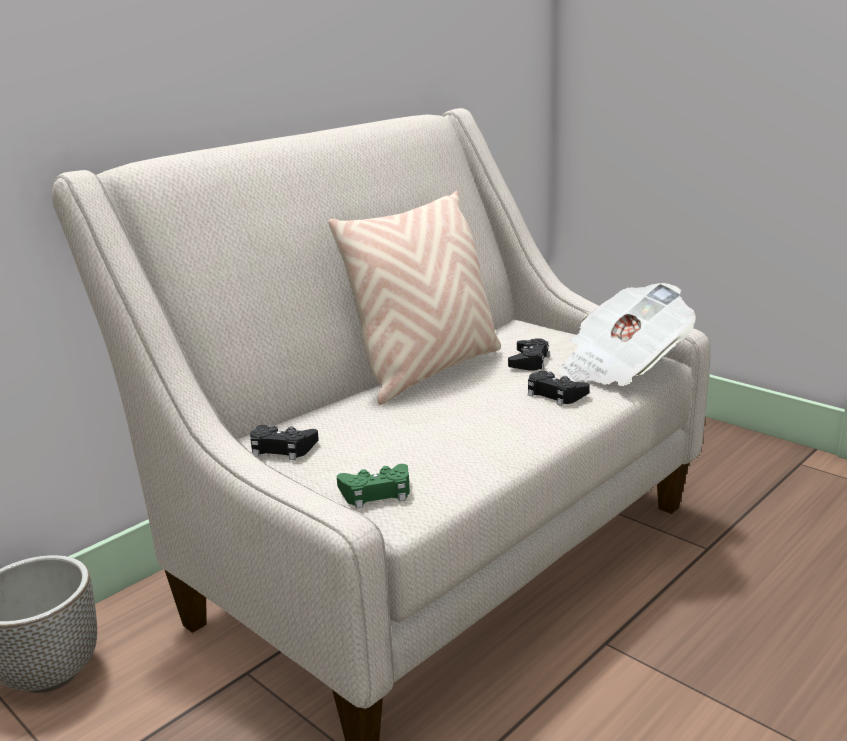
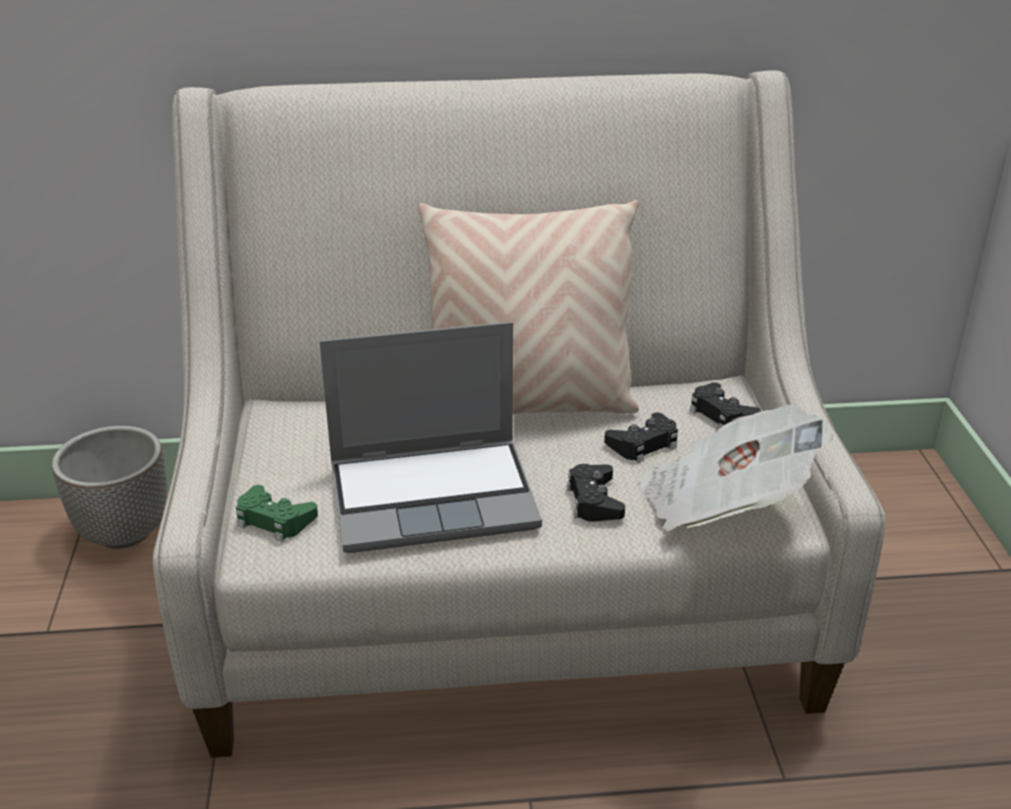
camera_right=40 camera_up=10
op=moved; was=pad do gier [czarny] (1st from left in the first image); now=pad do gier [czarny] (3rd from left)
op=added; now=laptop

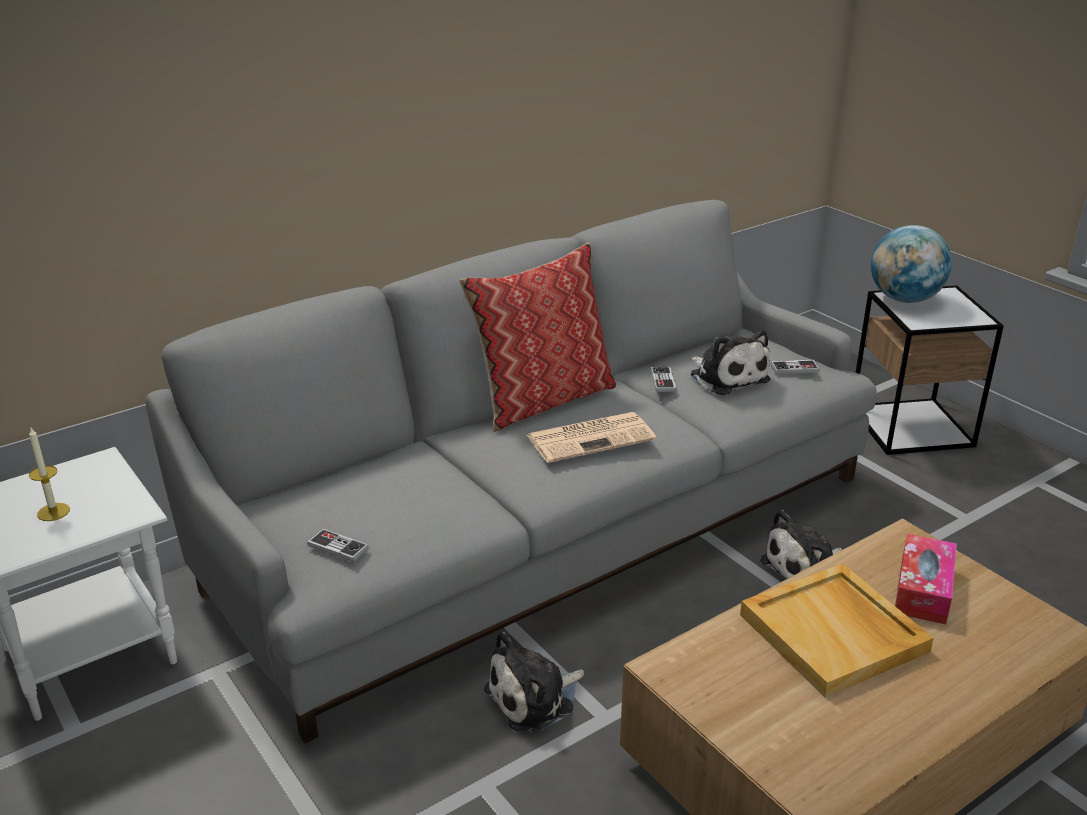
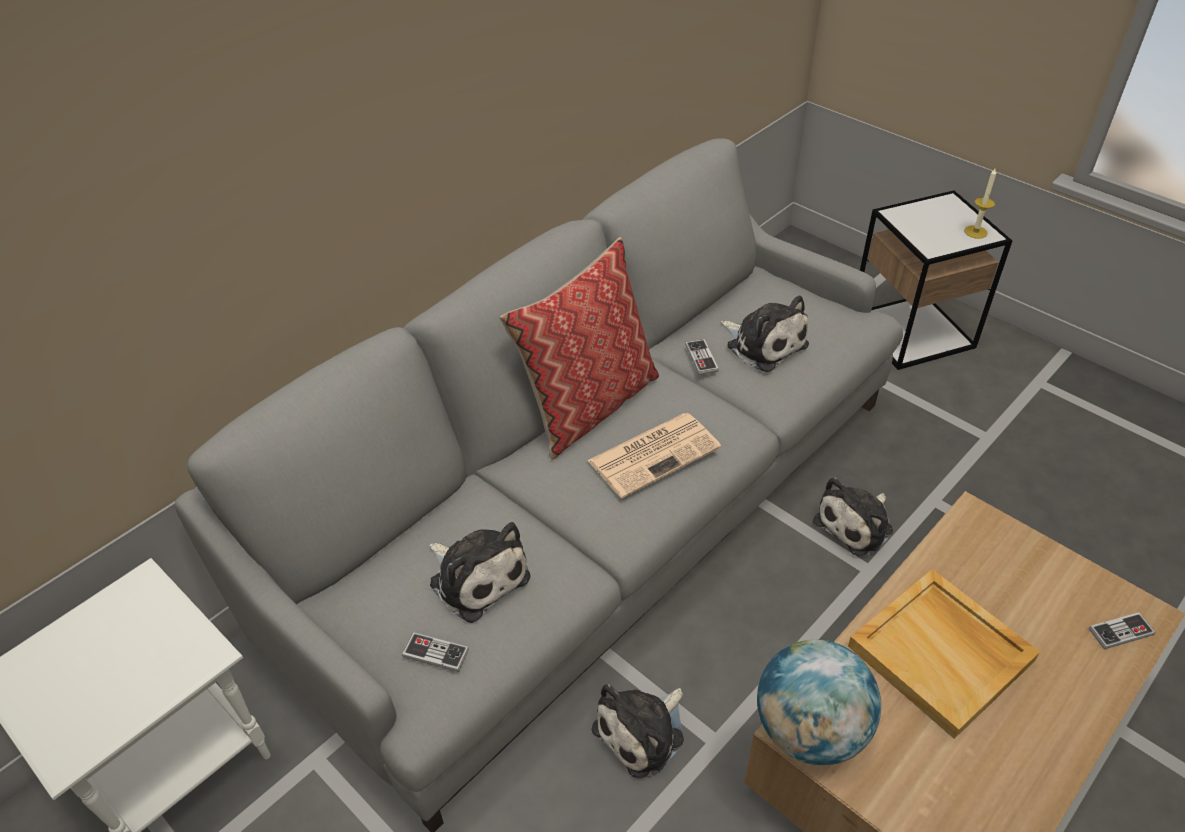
camera_right=-10 camera_up=15
op=moved; was=globus
op=moved; was=pad do gier (3rd from left)
op=moved; was=świeca
op=removed; was=pudełko chusteczek
op=added; now=pluszak (1st from left)

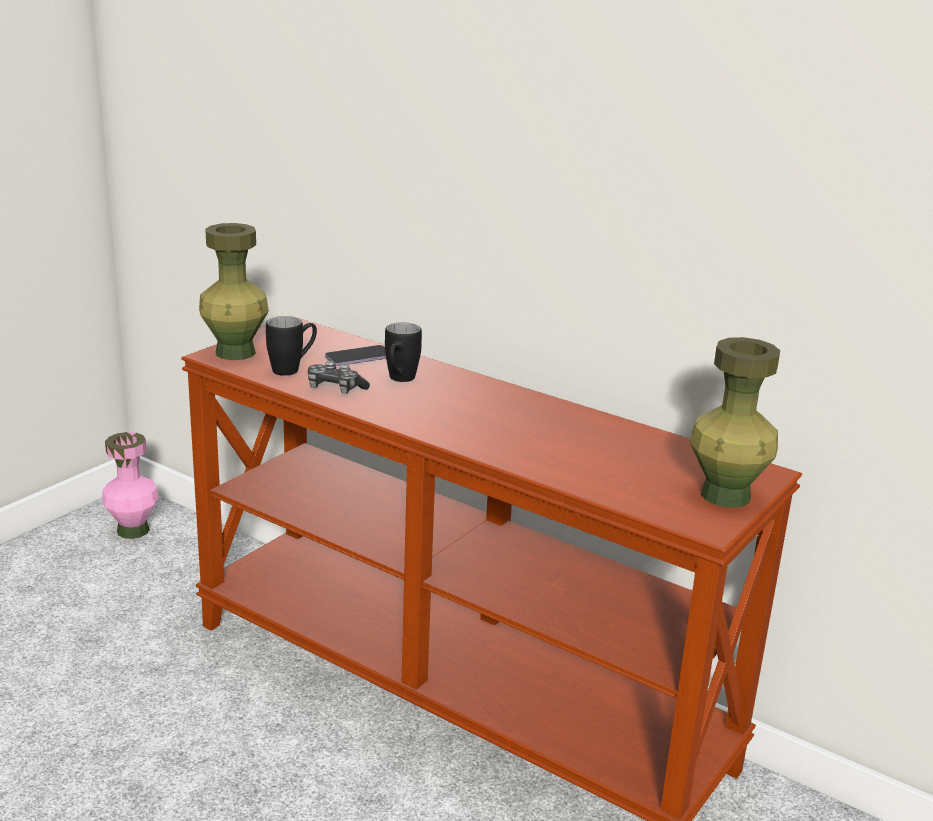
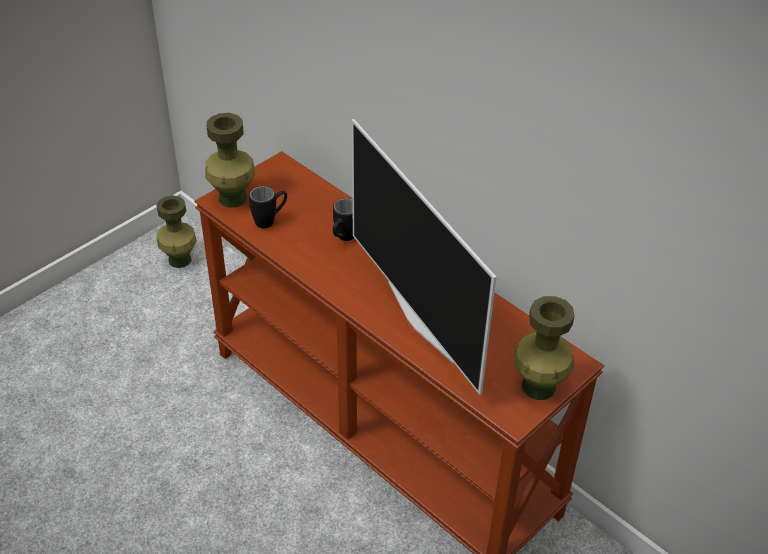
camera_right=10 camera_up=20
op=removed; was=telefon
op=removed; was=pad do gier
op=recoloured; was=wazon [różowy]; now=wazon [zielony] (1st from left)
op=added; now=telewizor

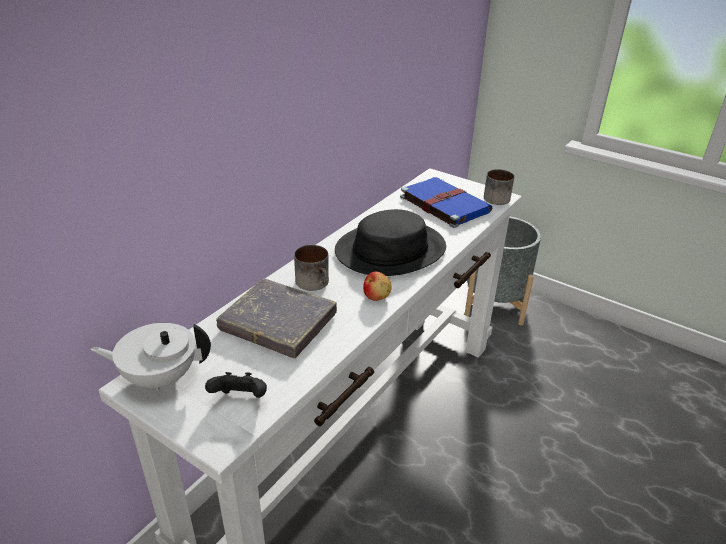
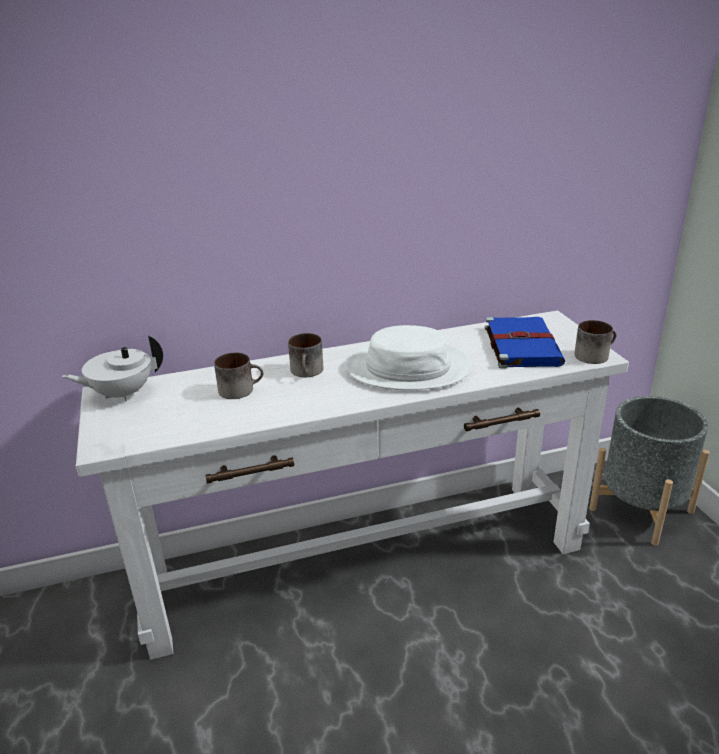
camera_right=40 camera_up=-5
op=recoloured; was=kapelusz [czarny]; now=kapelusz [biały]
op=removed; was=jabłko
op=replaced; was=książka [szary]; now=kubek (1st from left)
op=turned; was=imbryk [biały]; clockwise=-60
op=removed; was=pad do gier [czarny]

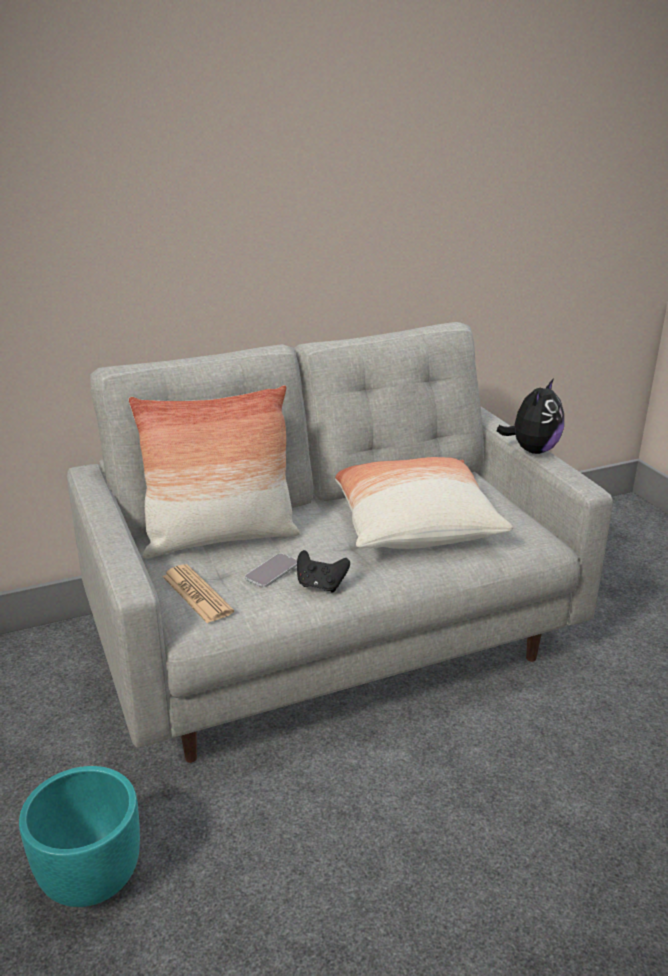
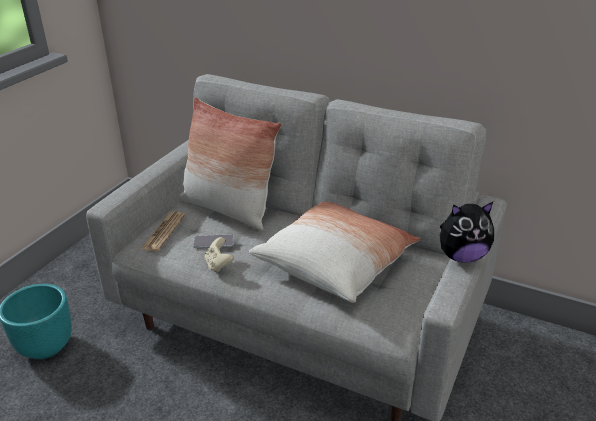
camera_right=50 camera_up=5
op=recoloured; was=pad do gier [czarny]; now=pad do gier [beżowy]

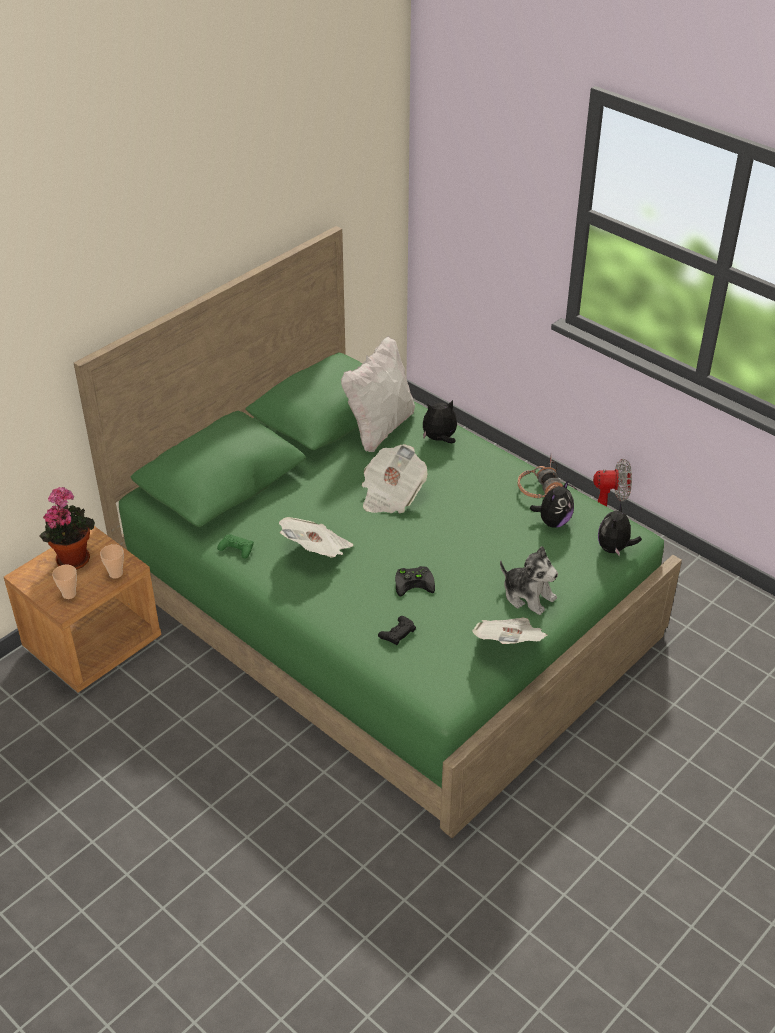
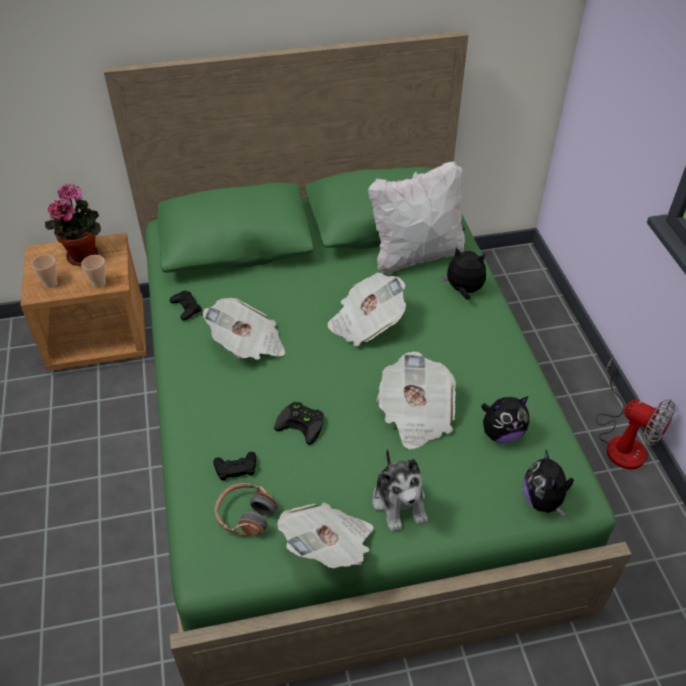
camera_right=35 camera_up=5
op=moved; was=słuchawki
op=turned; was=pluszak (4th from left); clockwise=-60
op=recoloured; was=pad do gier [zielony]; now=pad do gier [czarny] (1st from left)
op=added; now=gazeta (4th from left)

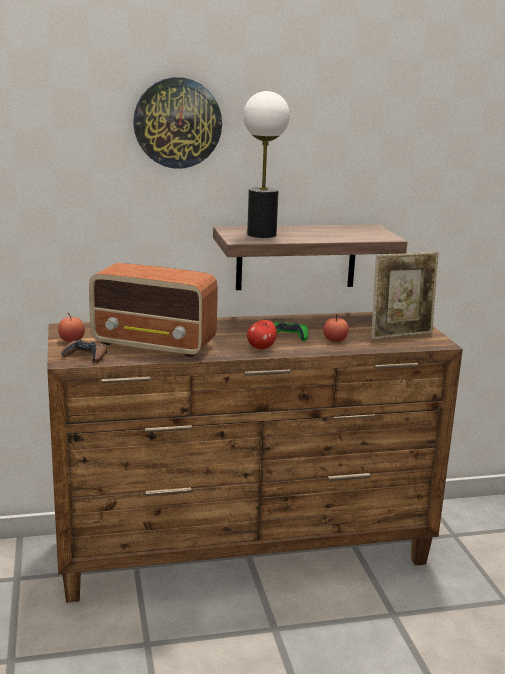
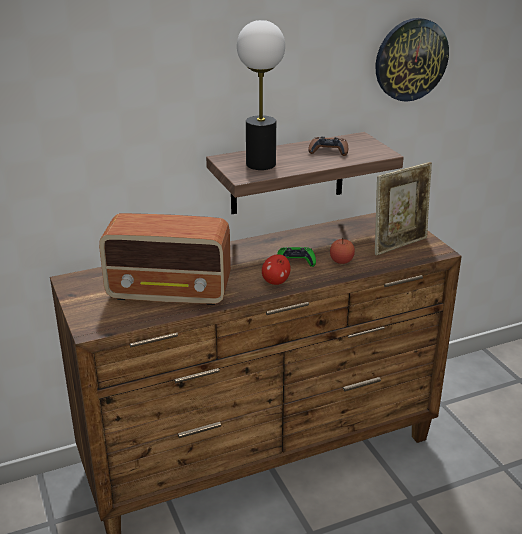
camera_right=-10 camera_up=10
op=moved; was=zegar ścienny
op=removed; was=jabłko (1st from left)
op=moved; was=pad do gier [brązowy]

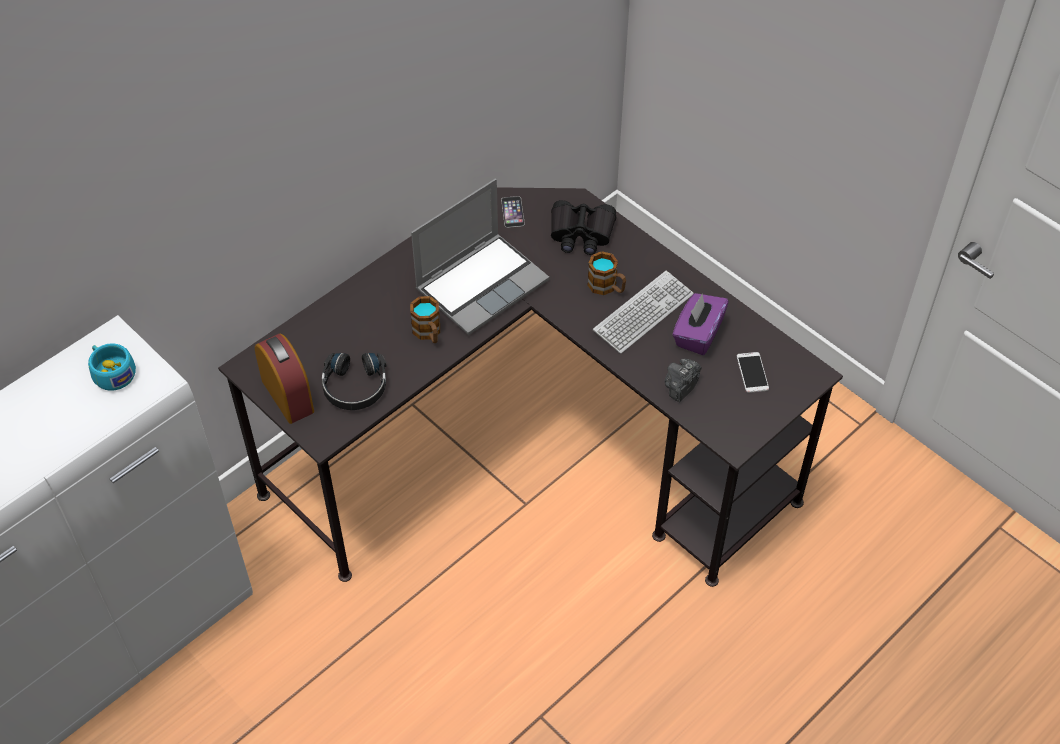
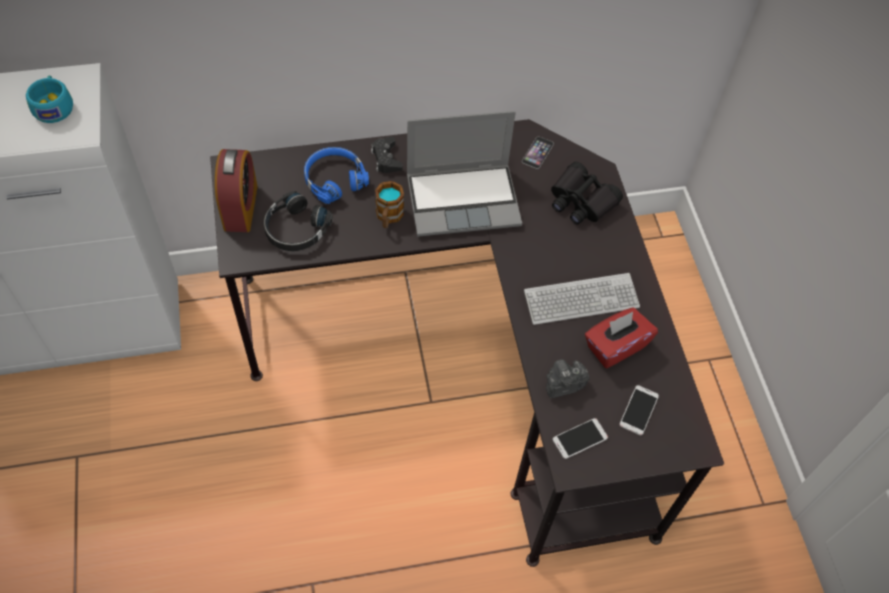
camera_right=30 camera_up=5
op=removed; was=kubek (2nd from left)
op=recoloured; was=pudełko chusteczek [fioletowy]; now=pudełko chusteczek [czerwony]
op=added; now=pad do gier [czarny]
op=added; now=słuchawki [niebieski]
op=added; now=telefon (2nd from left)

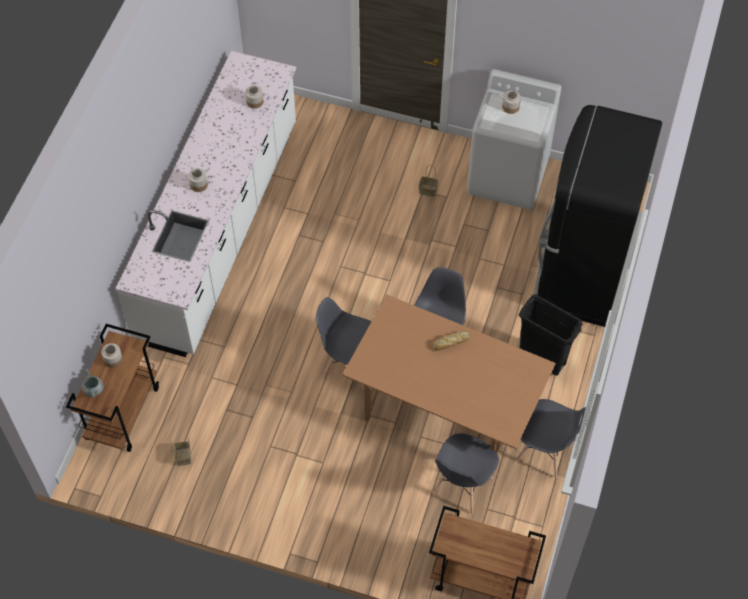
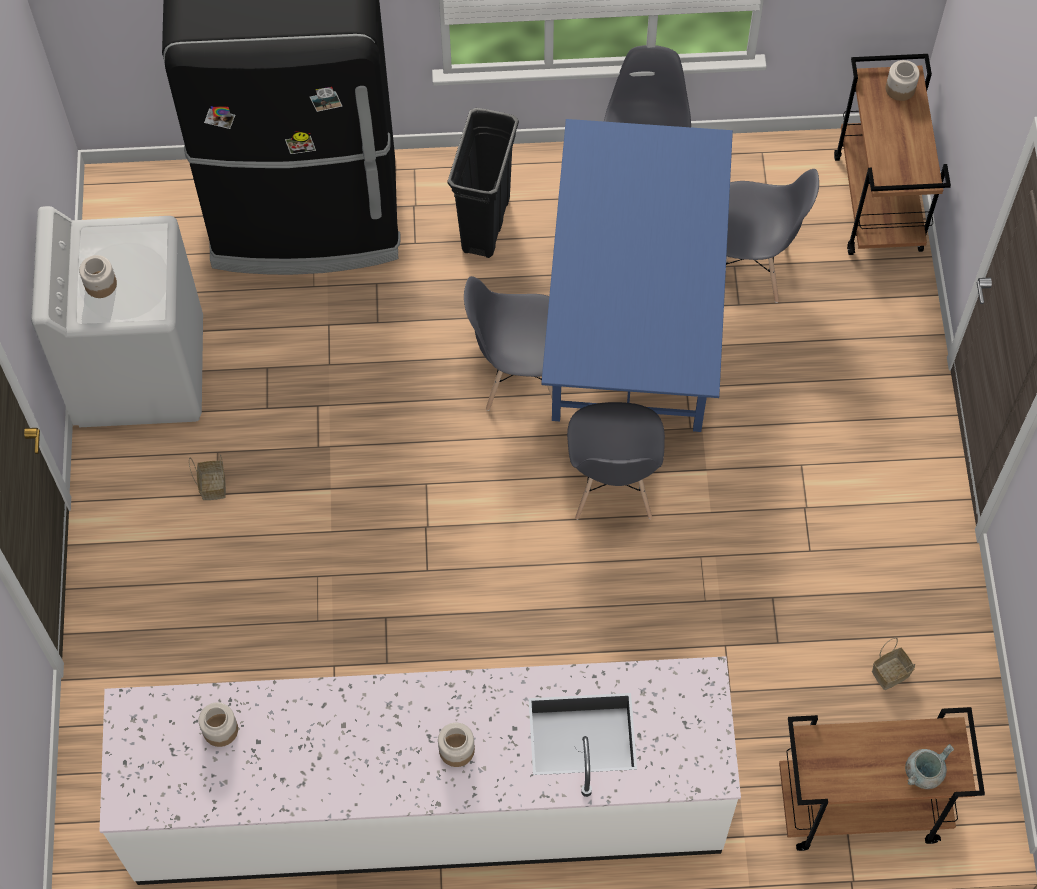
camera_right=-110 camera_up=5
op=recoloured; was=stół jadalny [brązowy]; now=stół jadalny [niebieski]
op=removed; was=chleb
op=moved; was=słoik (1st from left in the first image); now=słoik (4th from left)

